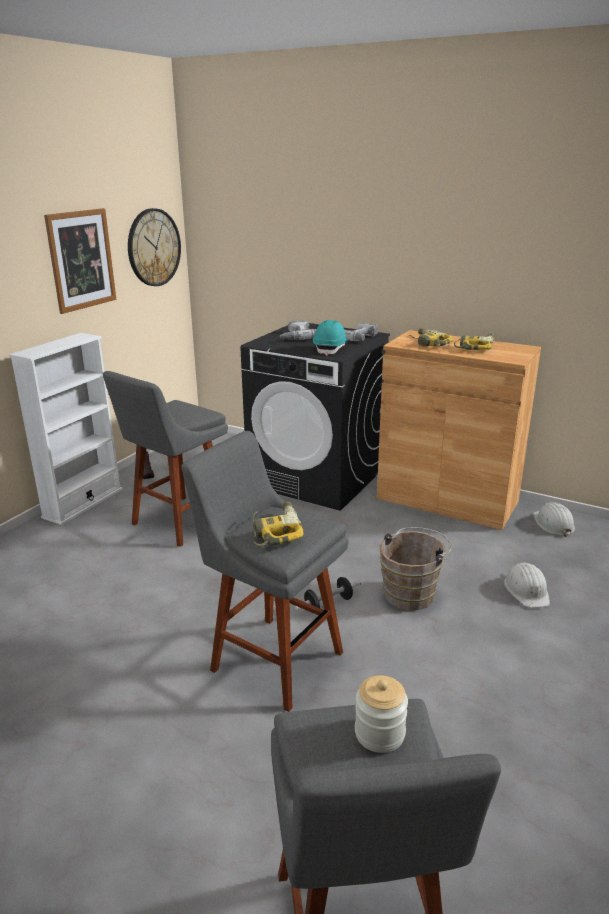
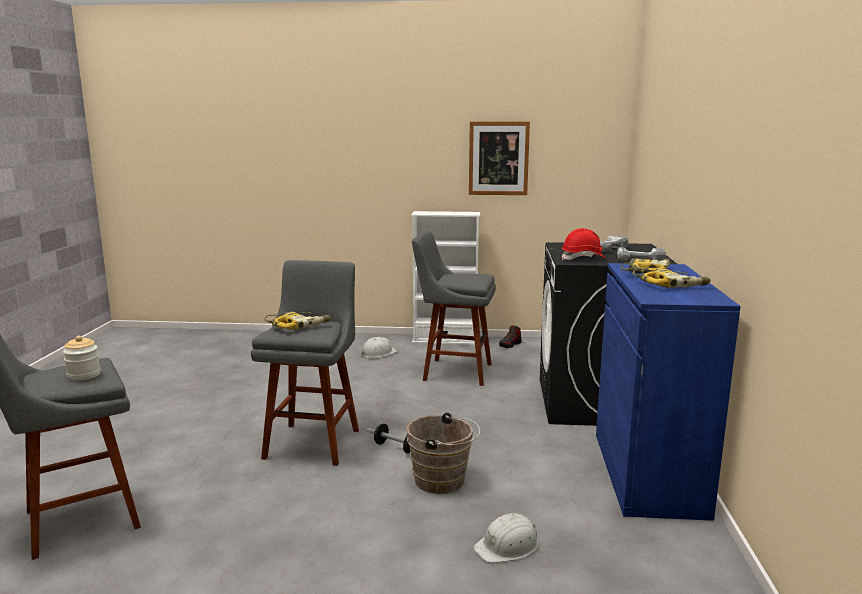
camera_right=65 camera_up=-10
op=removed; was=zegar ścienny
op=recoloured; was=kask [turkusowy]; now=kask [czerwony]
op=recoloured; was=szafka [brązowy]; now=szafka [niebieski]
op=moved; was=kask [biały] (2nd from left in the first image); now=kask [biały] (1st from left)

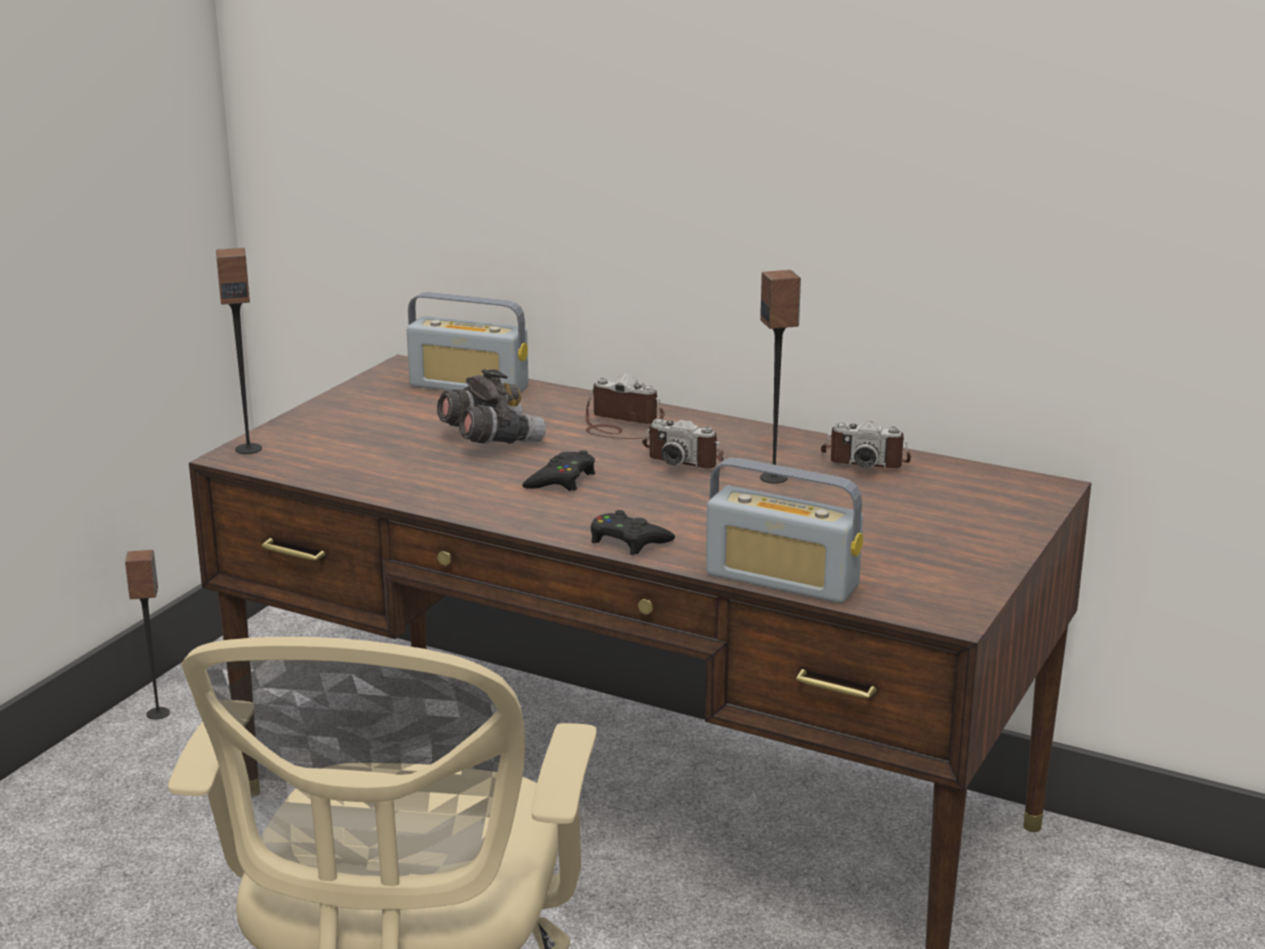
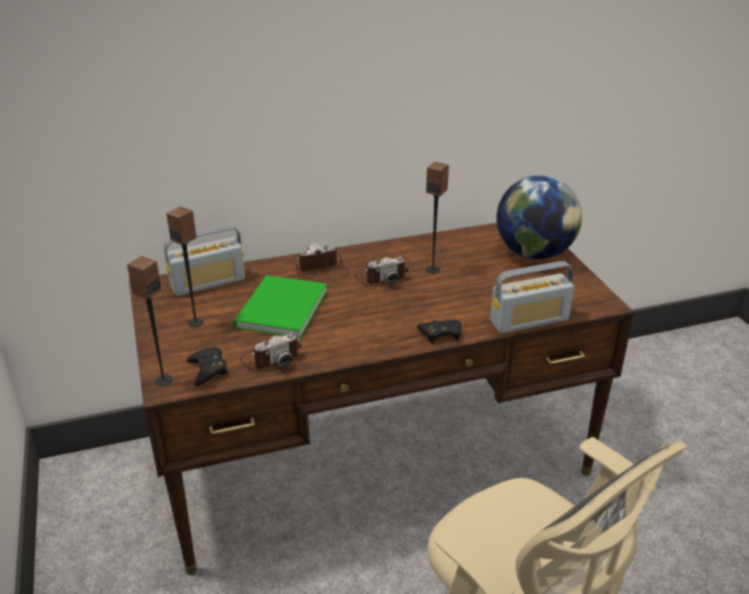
camera_right=-45 camera_up=10
op=replaced; was=lornetka [szary]; now=książka [zielony]
op=moved; was=aparat fotograficzny (3rd from left in the first image); now=aparat fotograficzny (1st from left)
op=moved; was=pad do gier [czarny] (1st from left)
op=moved; was=głośnik (1st from left in the first image); now=głośnik (2nd from left)
op=added; now=globus

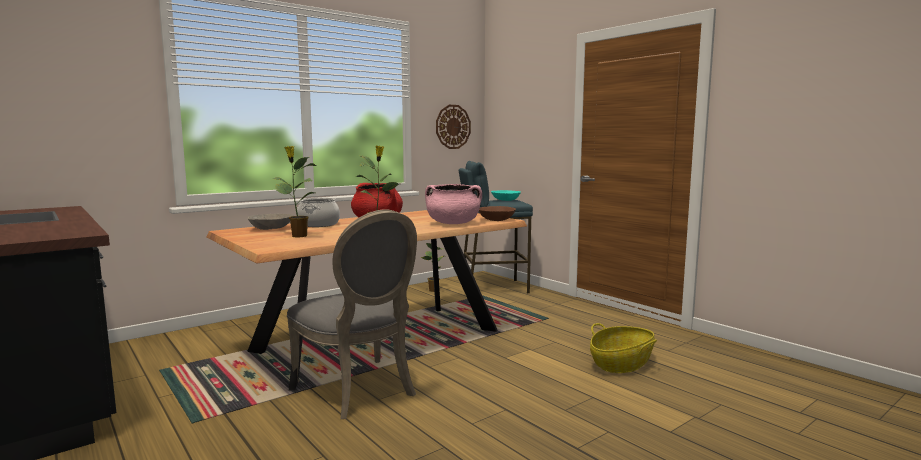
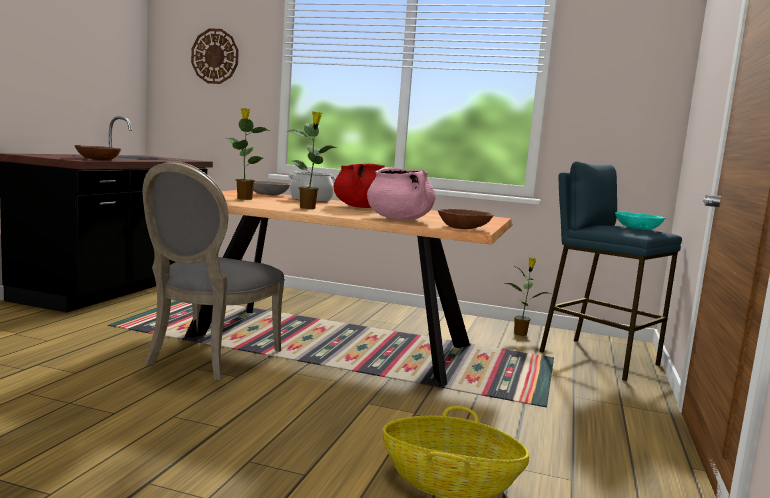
camera_right=55 camera_up=0
op=moved; was=zegar ścienny
op=added; now=miska [brązowy] (1st from left)

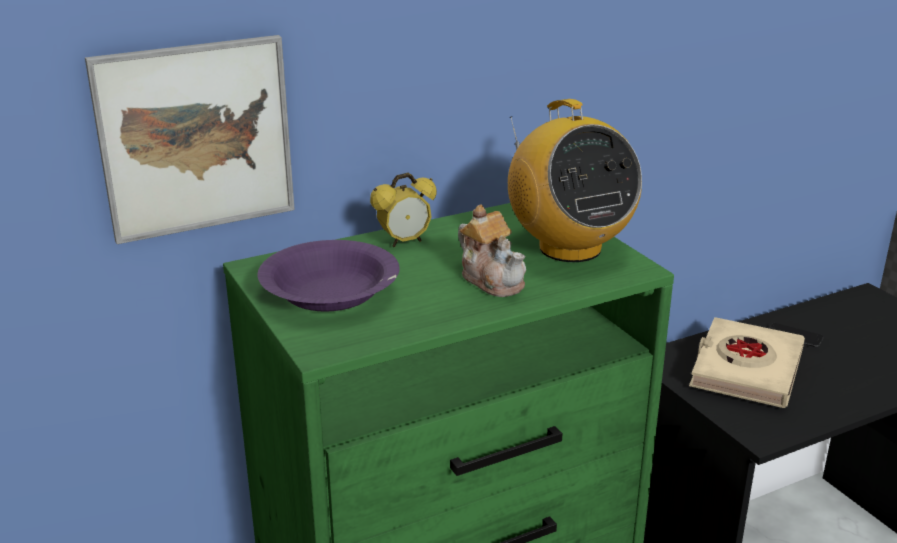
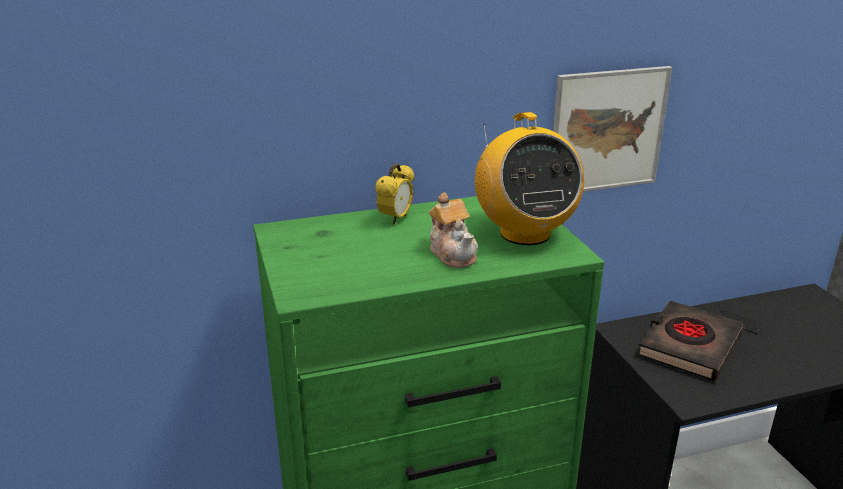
camera_right=10 camera_up=0
op=moved; was=obraz
op=turned; was=budzik; clockwise=-45
op=removed; was=miska [fioletowy]
op=recoloured; was=książka [beżowy]; now=książka [czarny]

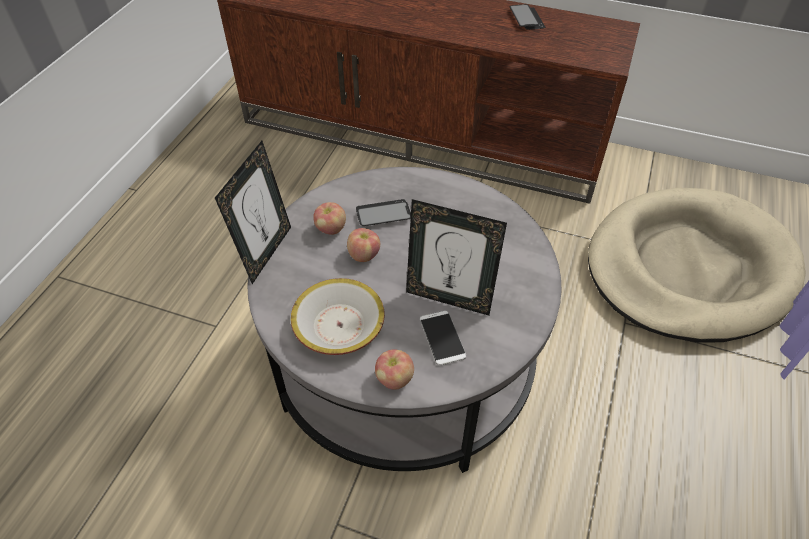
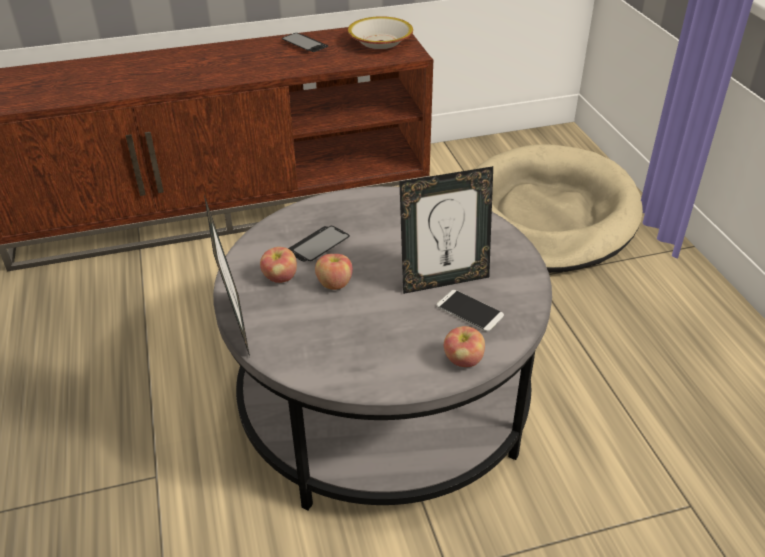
camera_right=-35 camera_up=-10
op=moved; was=miska

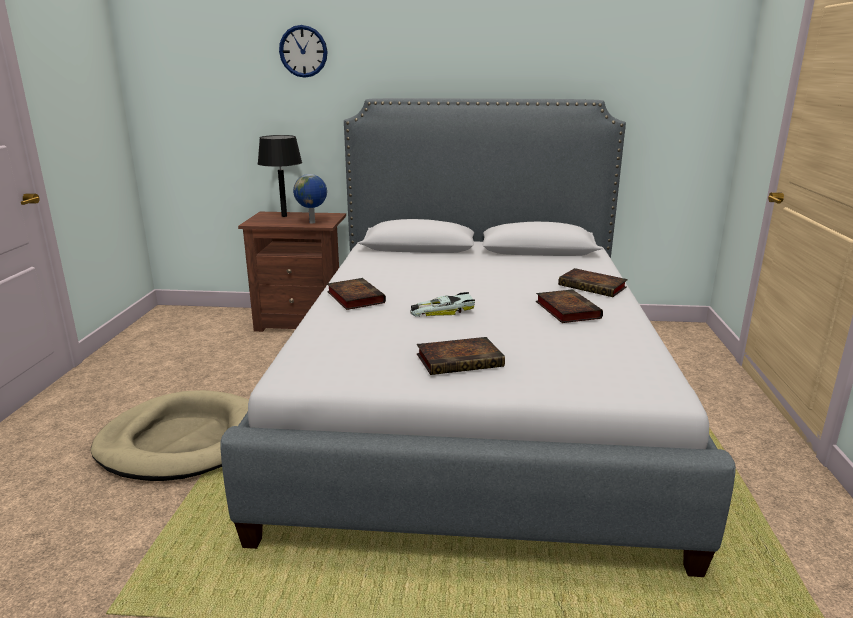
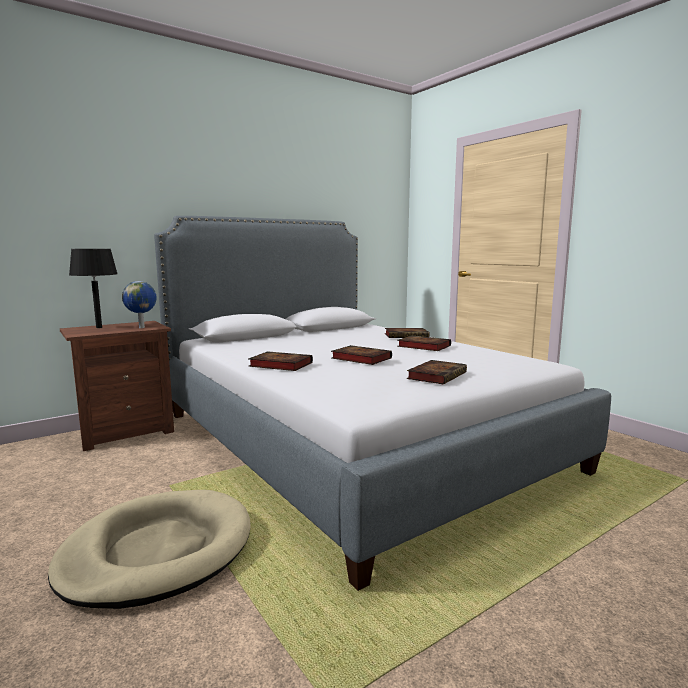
camera_right=-40 camera_up=-10
op=removed; was=zegar ścienny
op=replaced; was=samochodzik; now=książka (2nd from left)

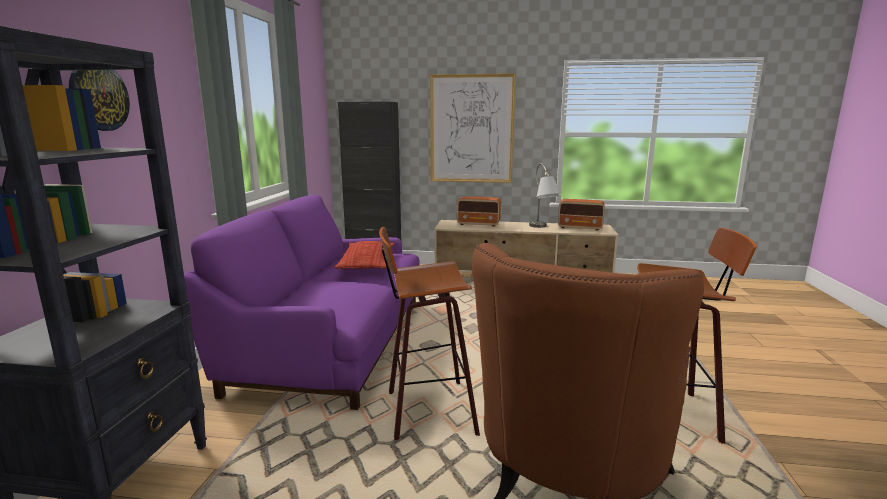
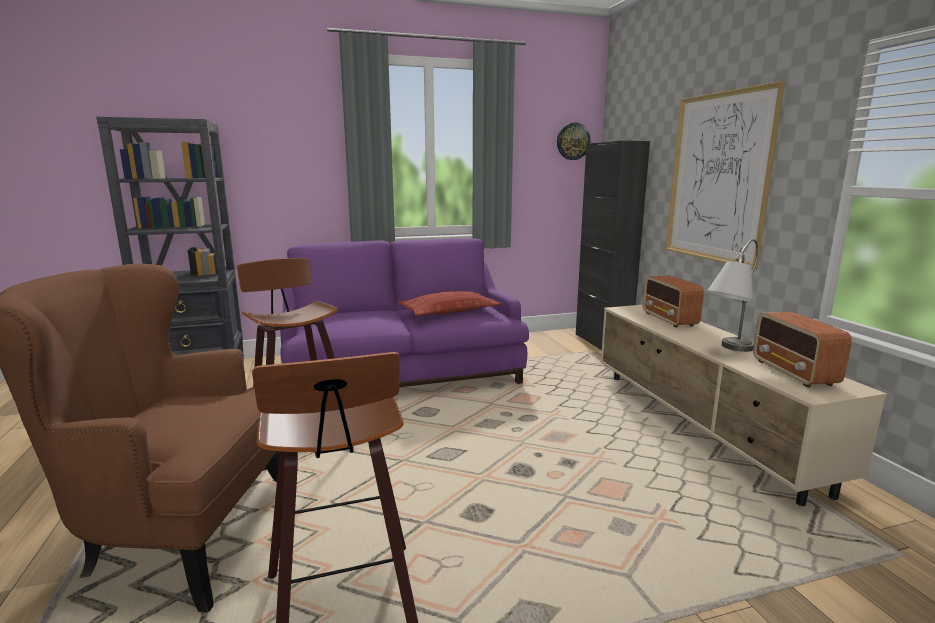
camera_right=65 camera_up=0
op=moved; was=zegar ścienny

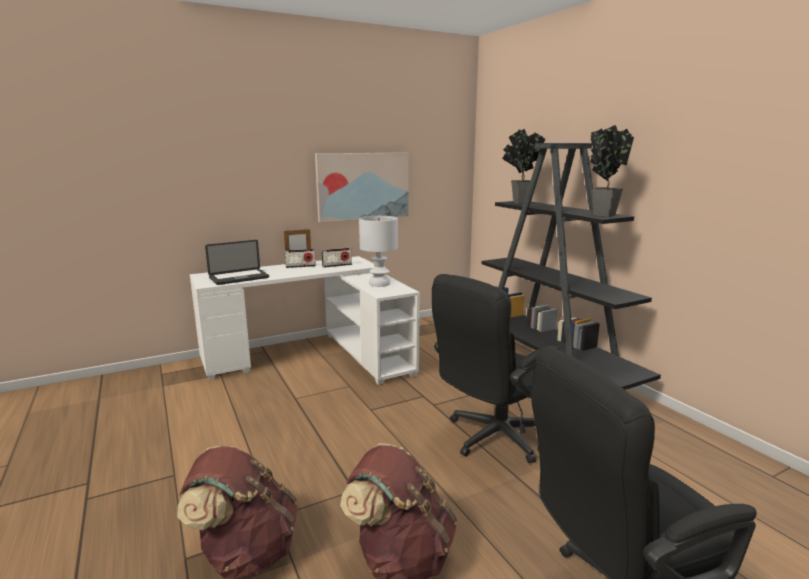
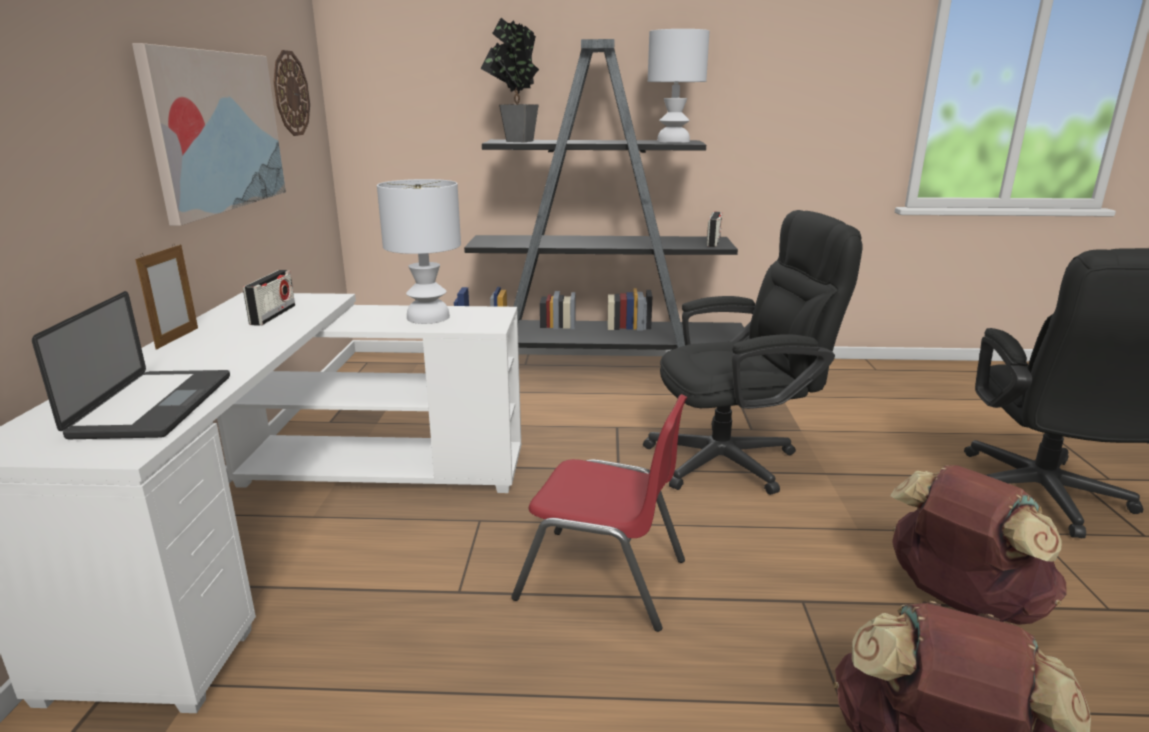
camera_right=-60 camera_up=5
op=replaced; was=roślina doniczkowa (2nd from left); now=lampa stołowa [biały] (2nd from left)
op=moved; was=radio (1st from left in the first image); now=radio (2nd from left)
op=turned; was=krzesło biurowe [czarny] (1st from left); clockwise=-90
op=added; now=zegar ścienny
op=added; now=krzesło [czerwony]

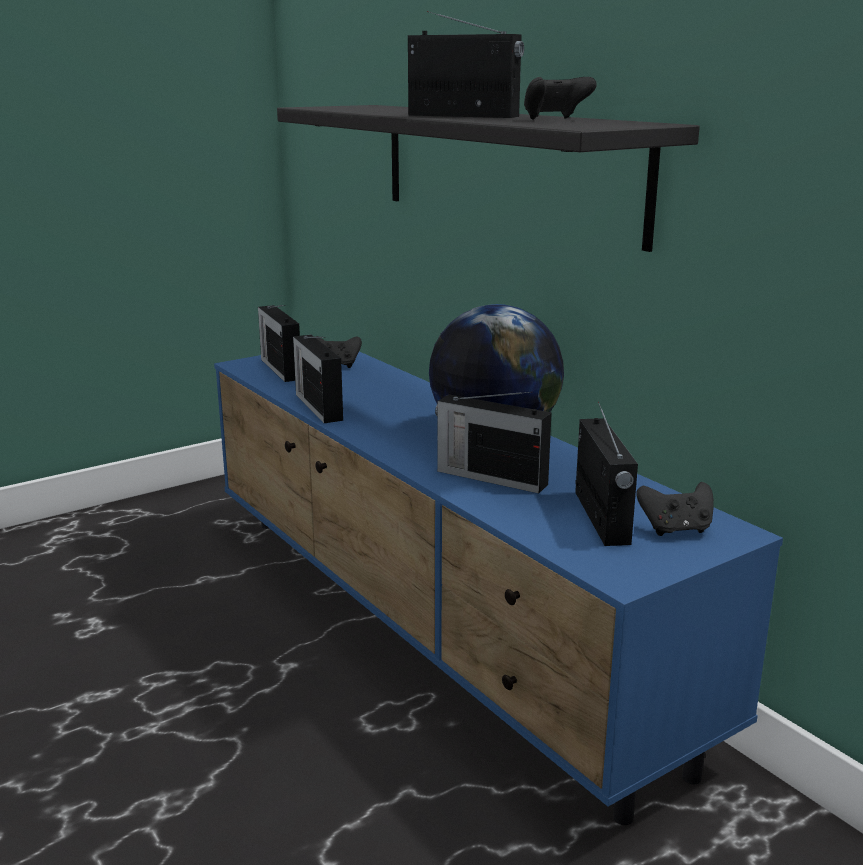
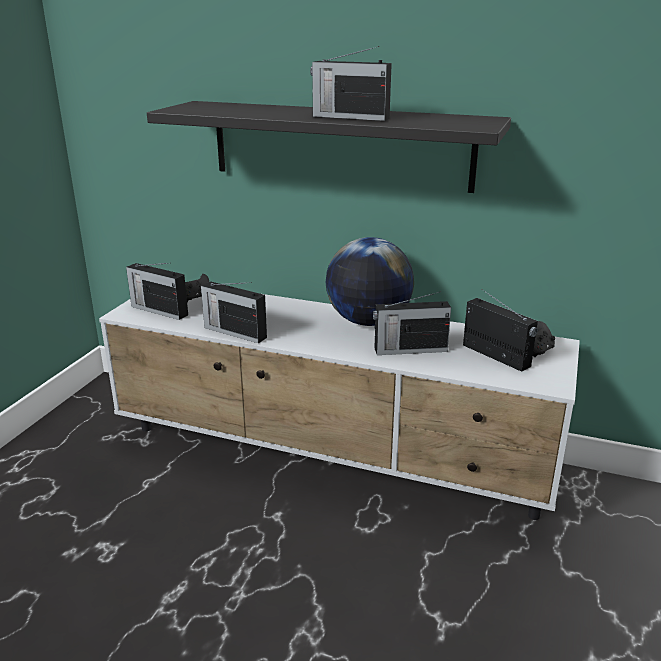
camera_right=-35 camera_up=5
op=turned; was=radio (3rd from left); clockwise=-150
op=removed; was=pad do gier [czarny] (2nd from left)
op=recoloured; was=szafka pod telewizor [niebieski]; now=szafka pod telewizor [biały]

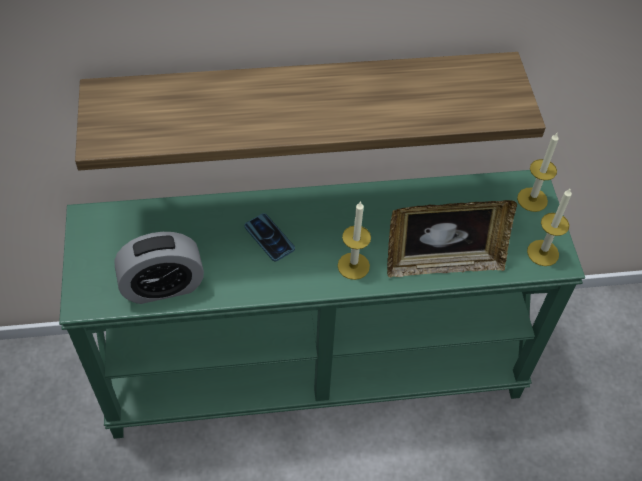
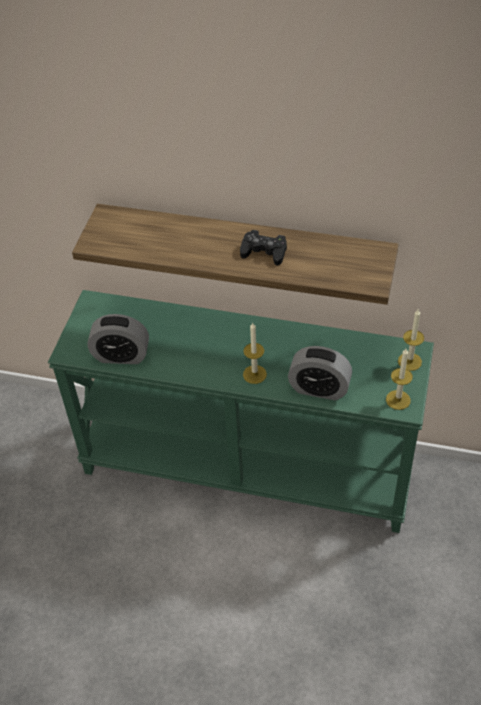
camera_right=25 camera_up=-5
op=replaced; was=ramka na zdjęcie; now=budzik (2nd from left)
op=removed; was=telefon
op=added; now=pad do gier [czarny]

